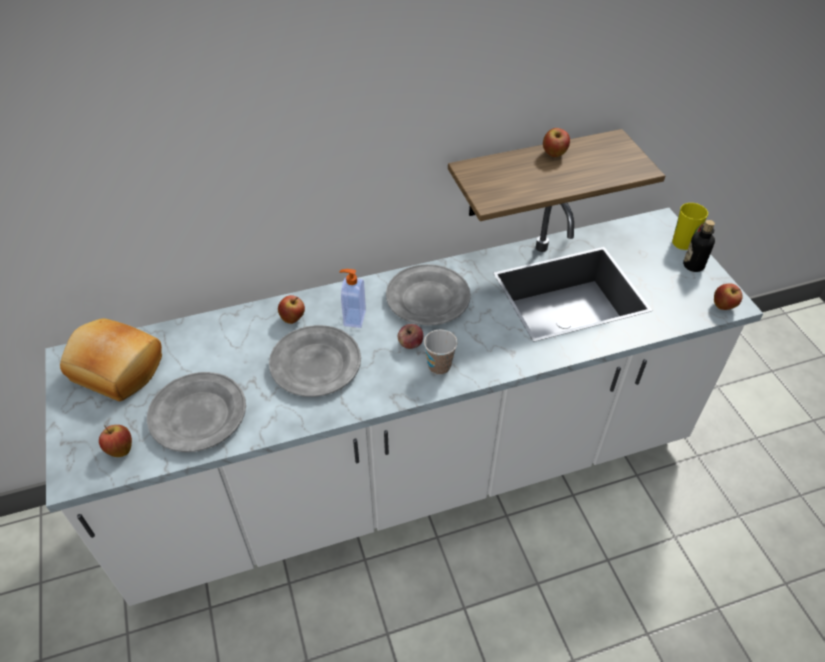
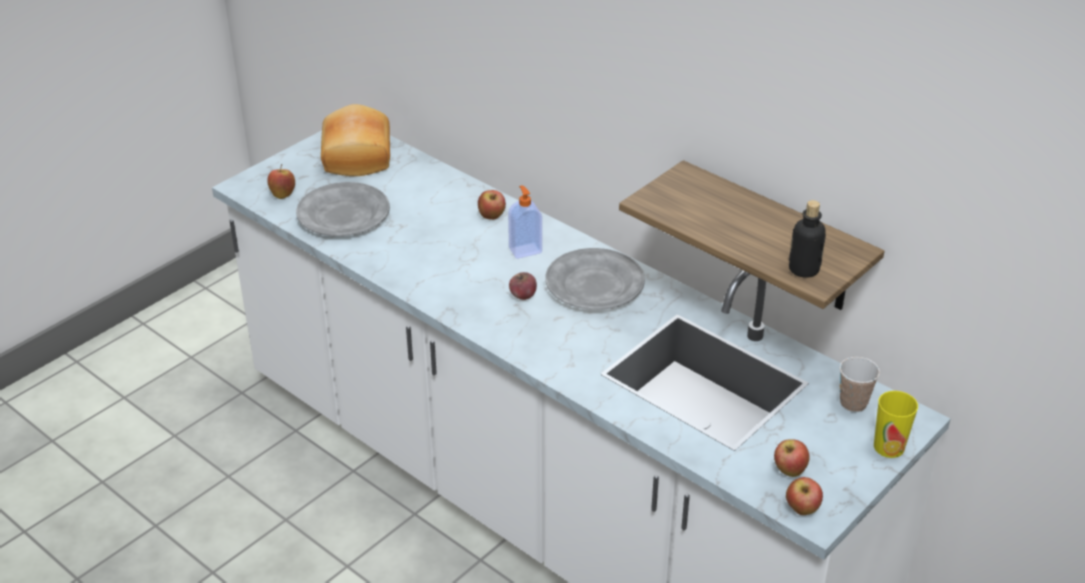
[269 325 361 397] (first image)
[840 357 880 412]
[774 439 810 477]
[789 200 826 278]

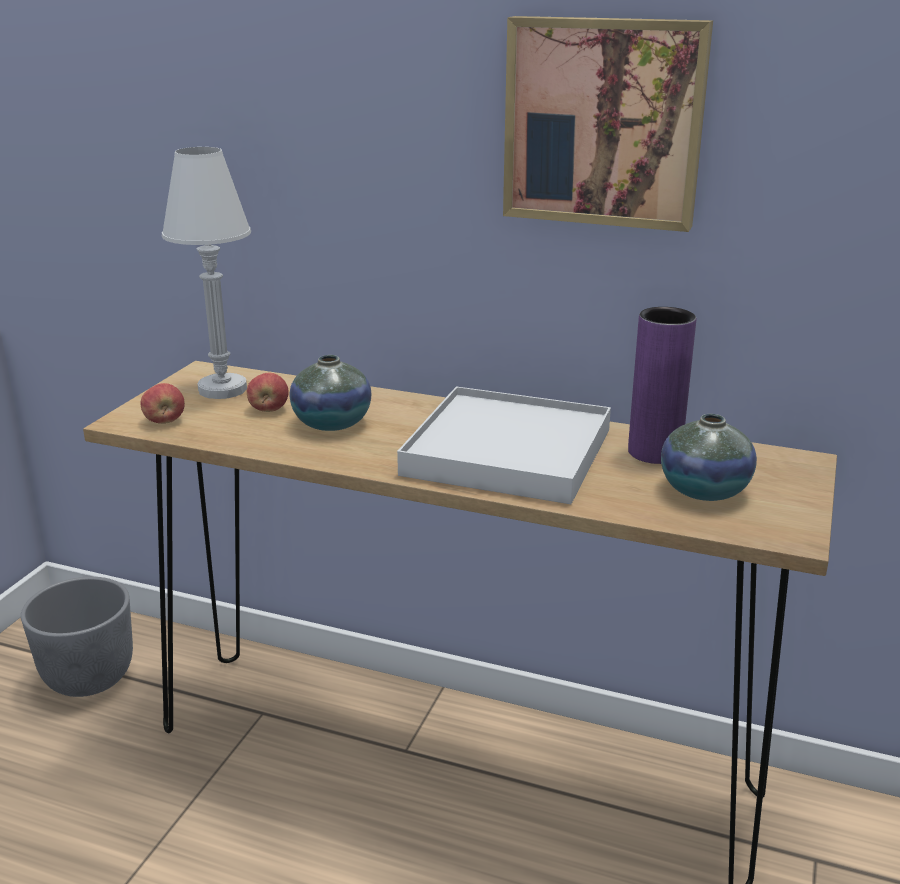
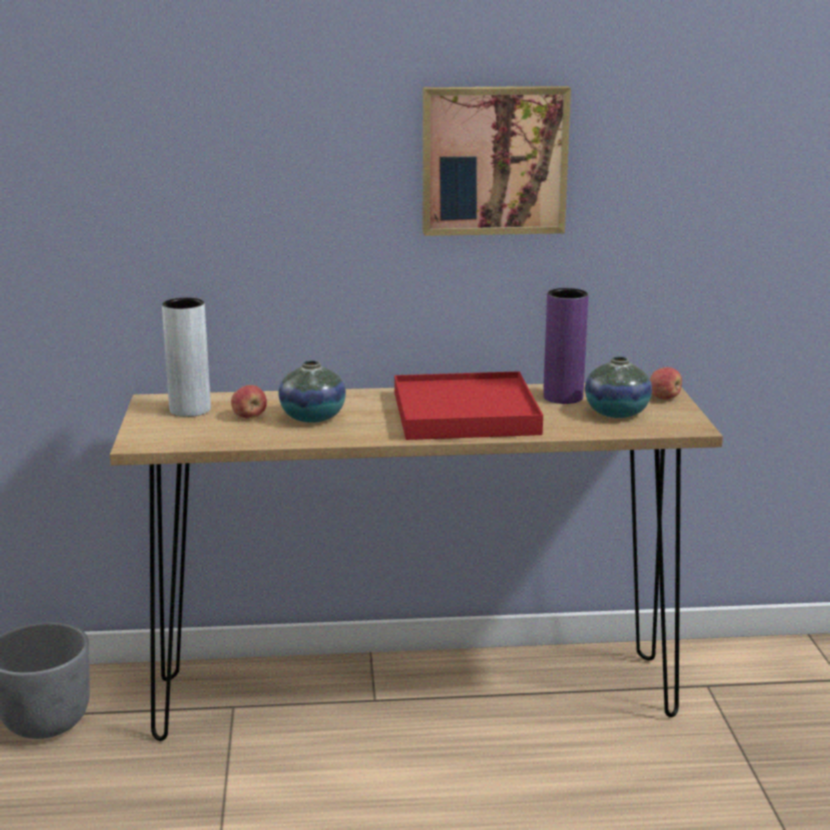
[650 367 682 400]
[162 298 211 417]
[394 371 543 440]

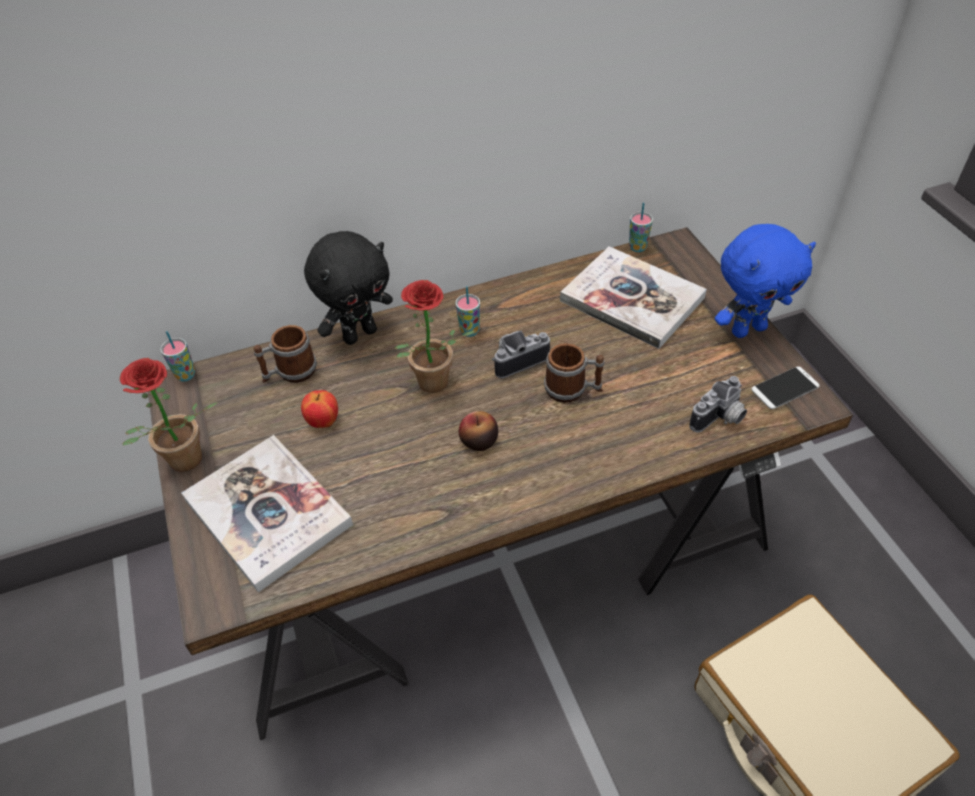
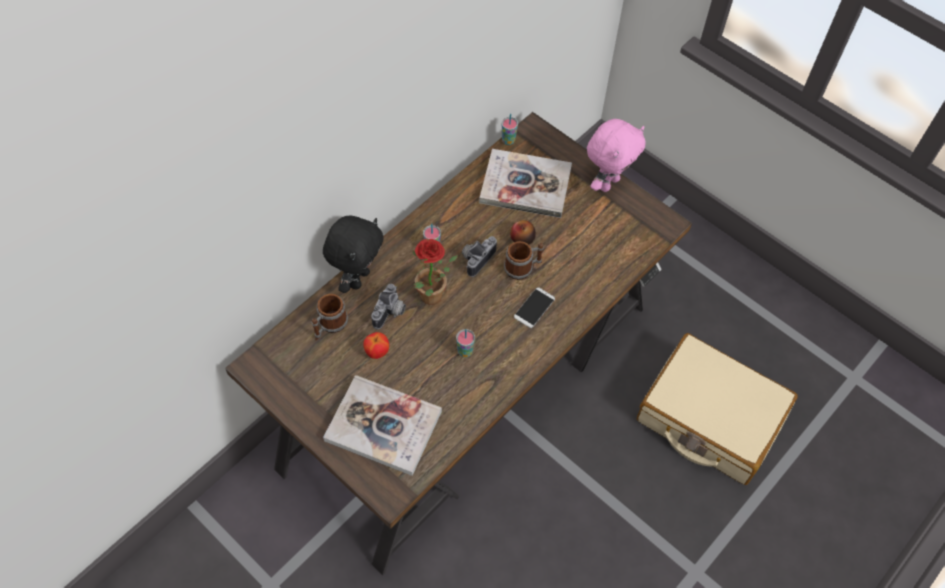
[120 358 218 472] (first image)
[456 329 475 358]
[510 220 536 244]
[371 284 406 329]
[587 119 646 192]
[514 287 555 328]

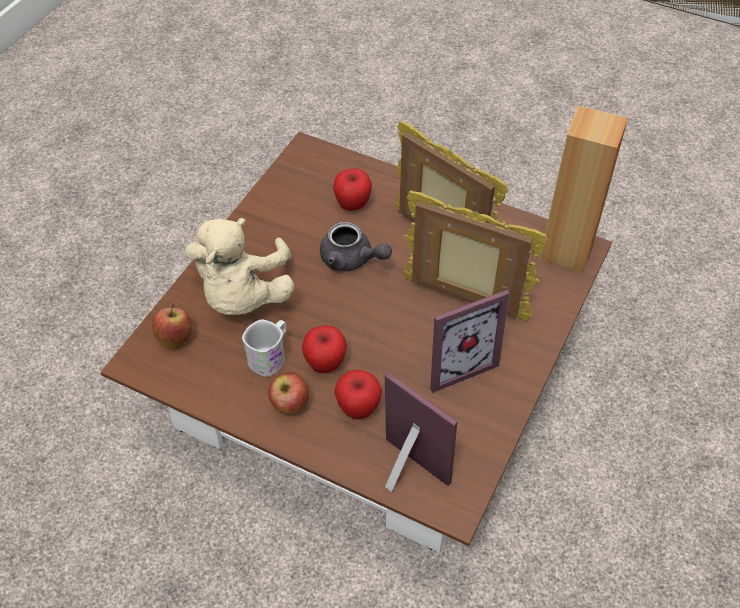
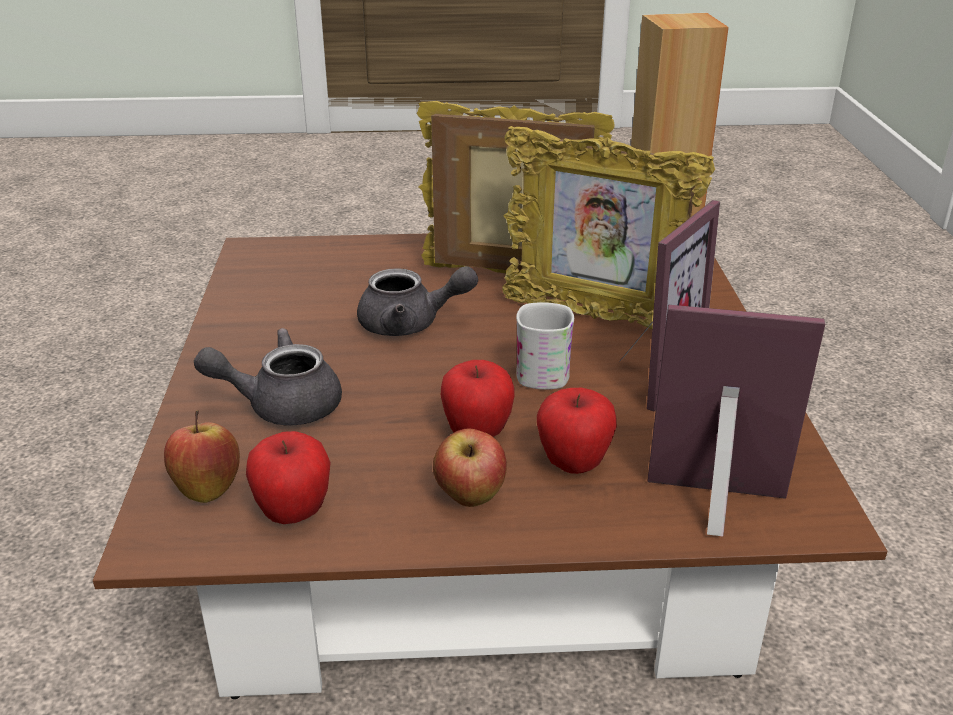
[194 328 342 425]
[516 302 574 390]
[246 431 331 524]
[502 126 715 330]

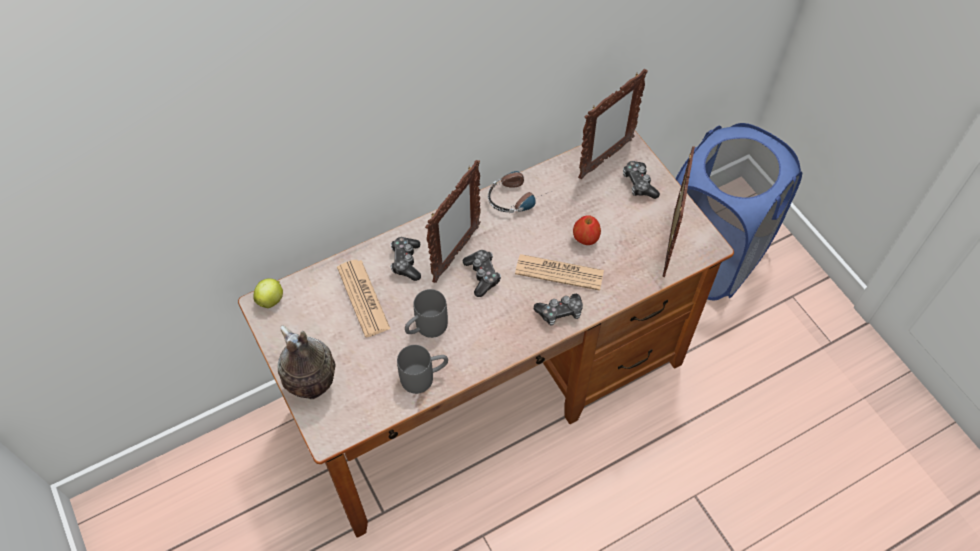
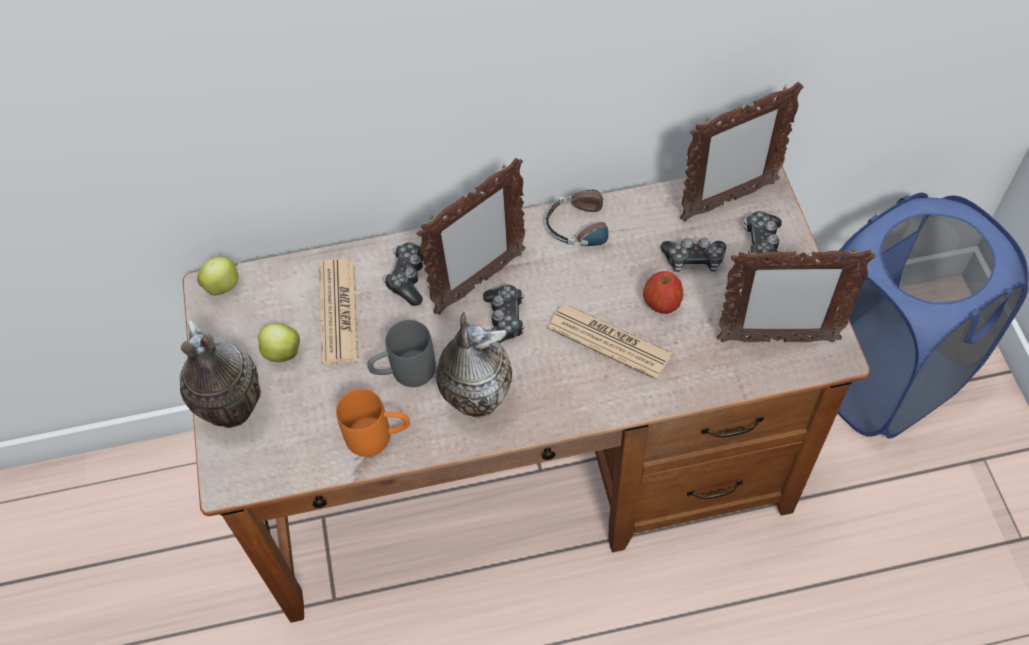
[336 389 410 457]
[661 238 726 272]
[717 248 875 342]
[257 323 300 362]
[436 312 512 418]

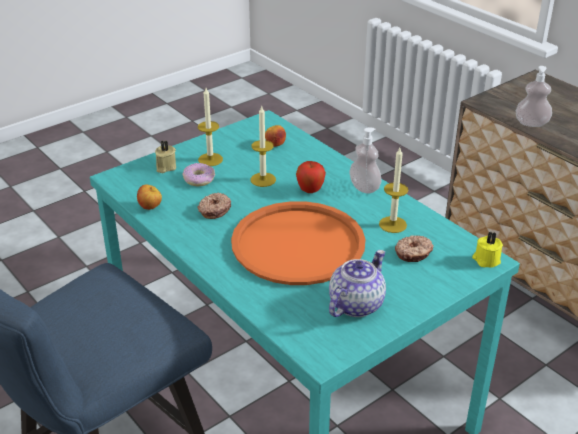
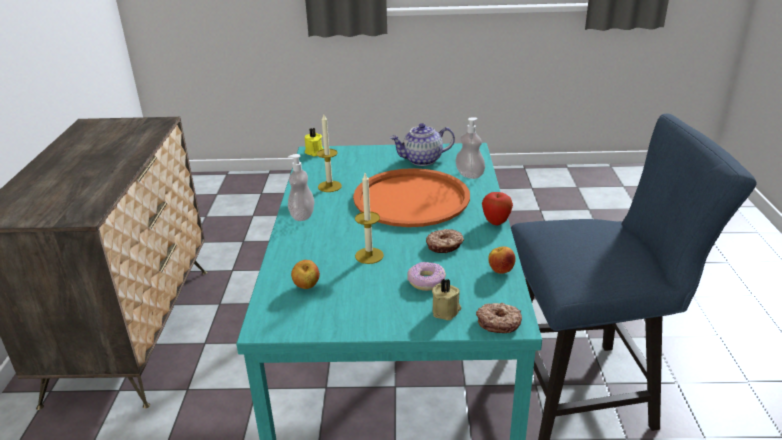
[198 88 223 166] (first image)
[482 192 513 225]
[476 303 522 333]
[455 118 485 179]

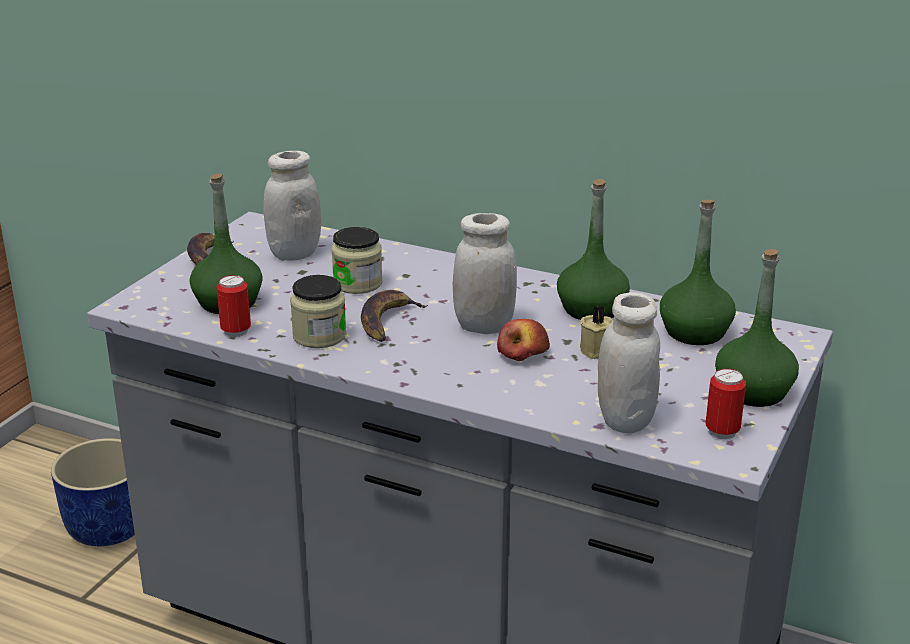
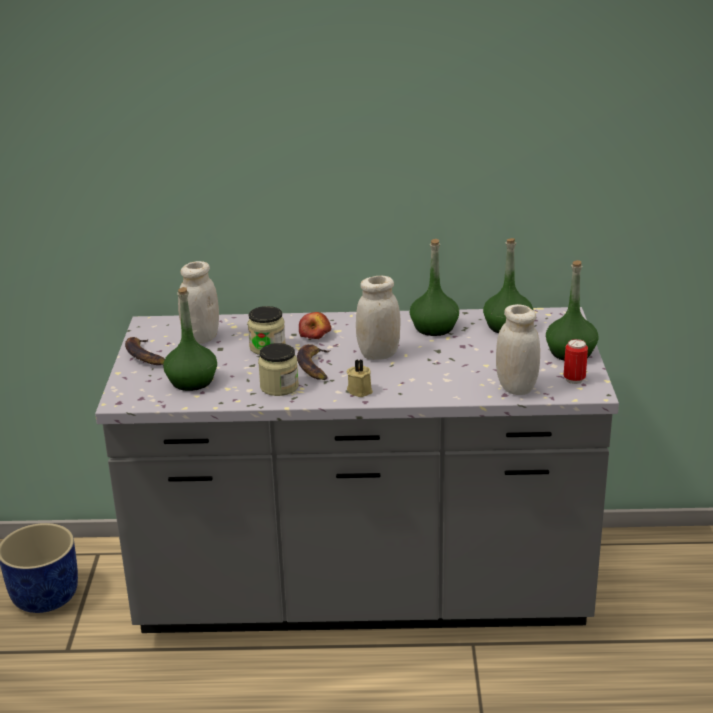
[217 275 251 337] (first image)
[299 312 331 339]
[346 359 373 397]

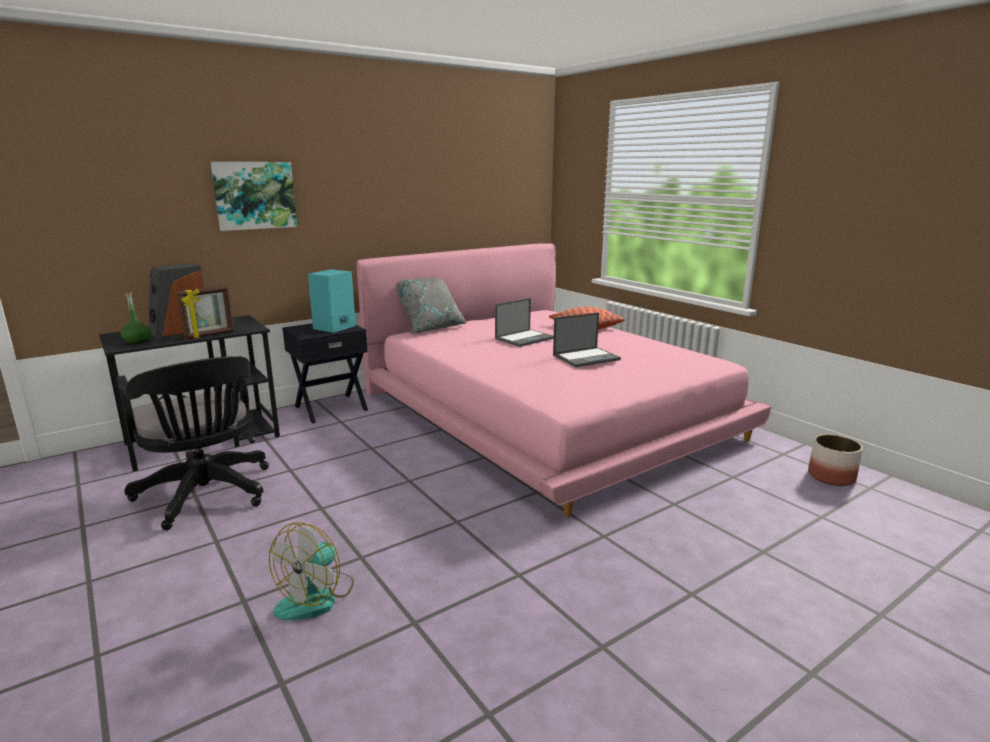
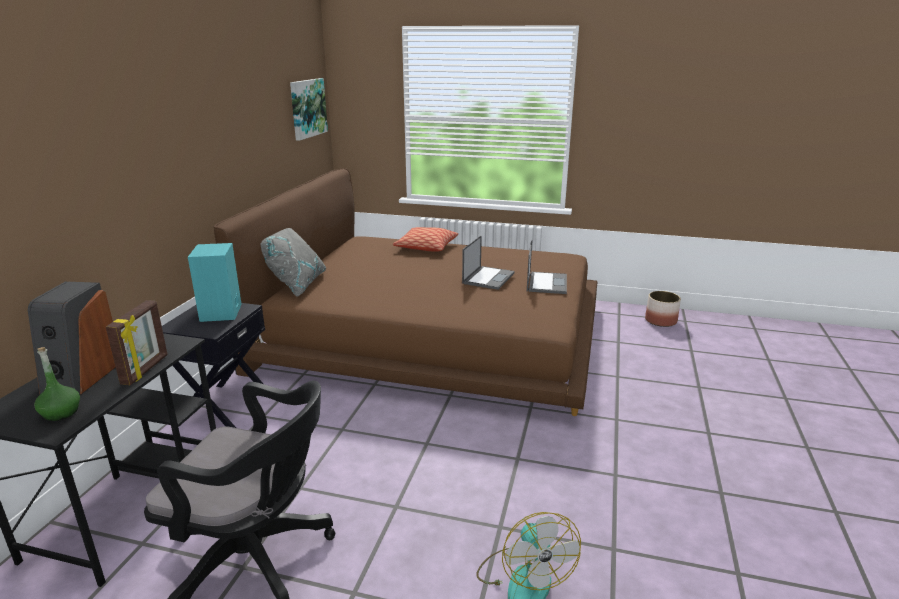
[290 78 328 141]
[213 168 597 416]
[527 240 567 294]

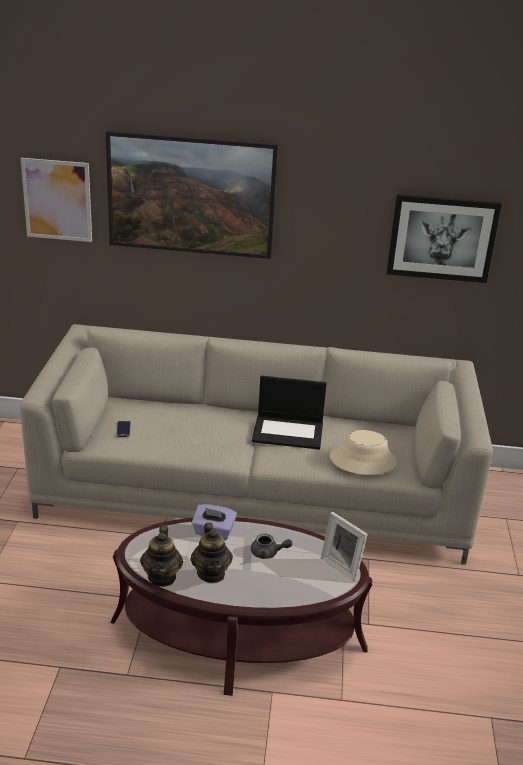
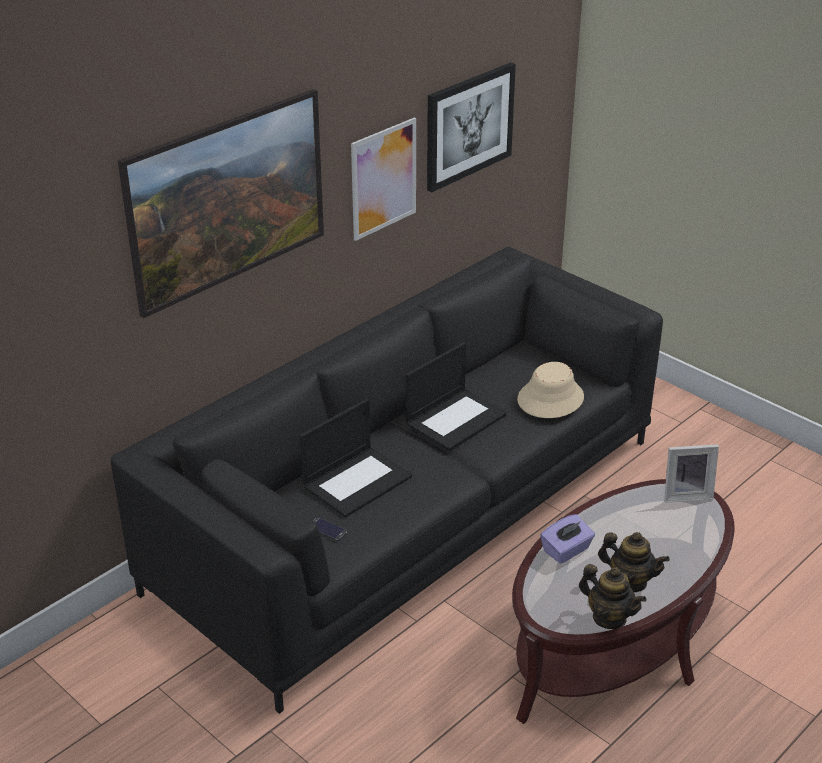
[110 247 663 714]
[351 118 416 241]
[251 534 292 559] (first image)
[300 399 412 518]

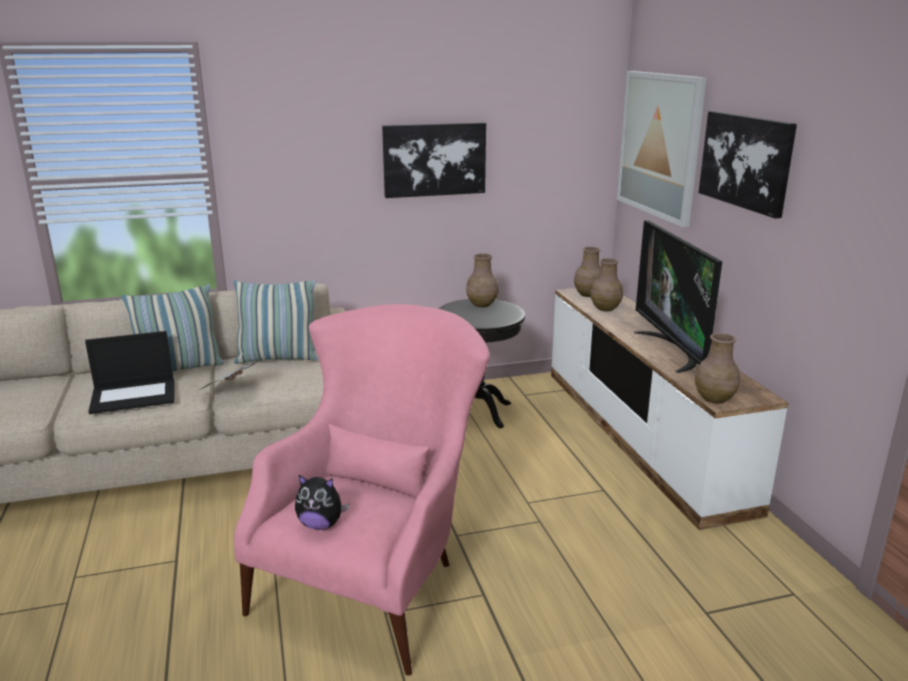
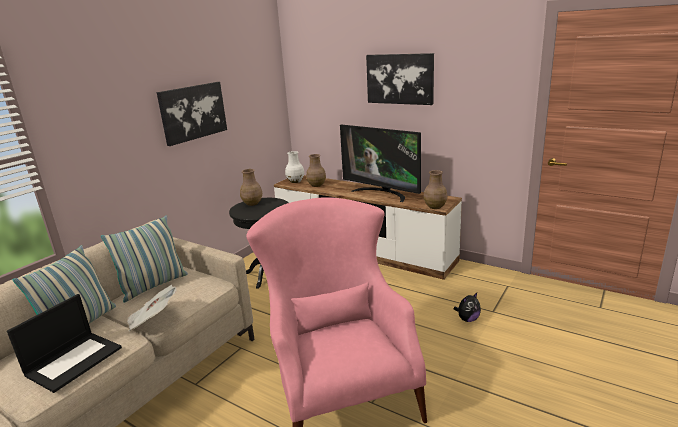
[454 293 481 322]
[285 151 305 183]
[617 71 706 227] (first image)

